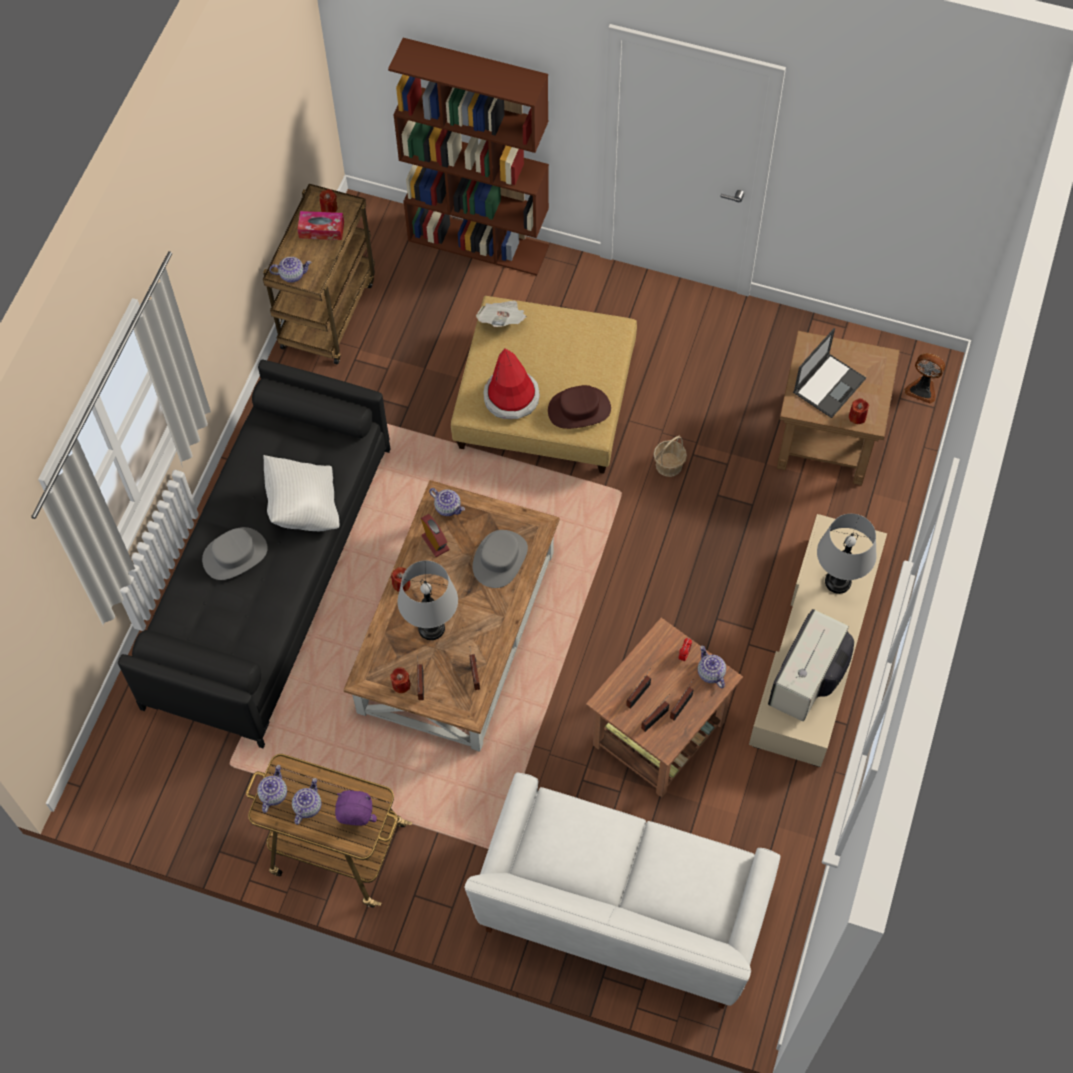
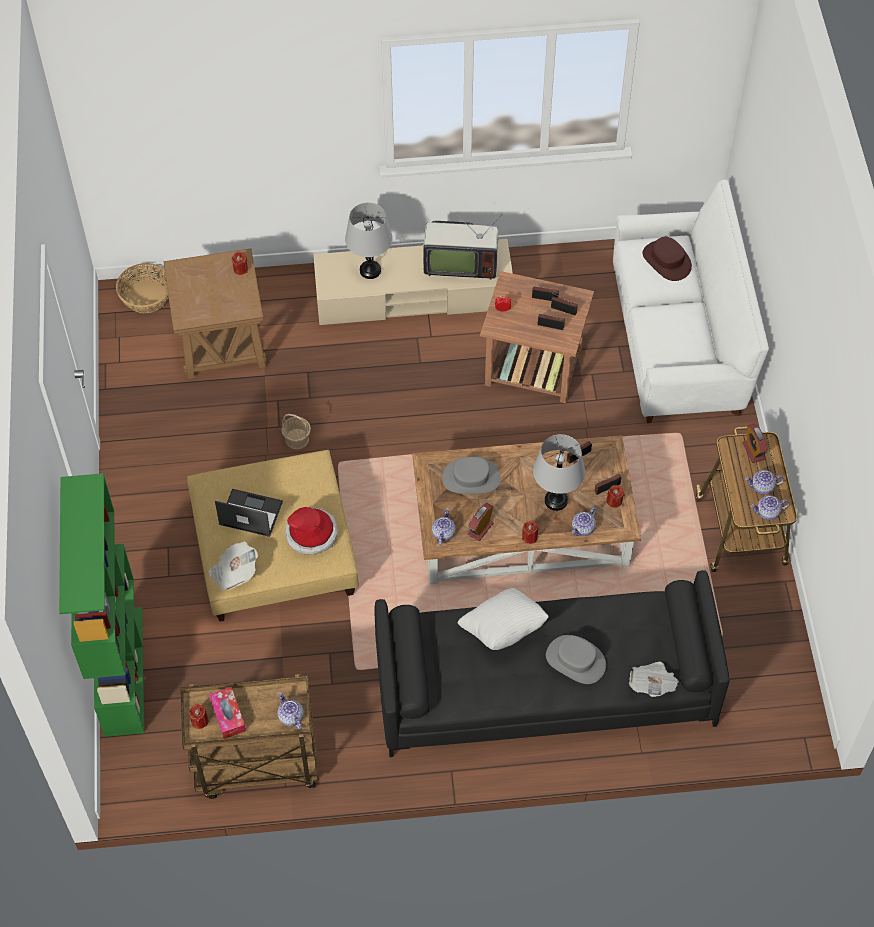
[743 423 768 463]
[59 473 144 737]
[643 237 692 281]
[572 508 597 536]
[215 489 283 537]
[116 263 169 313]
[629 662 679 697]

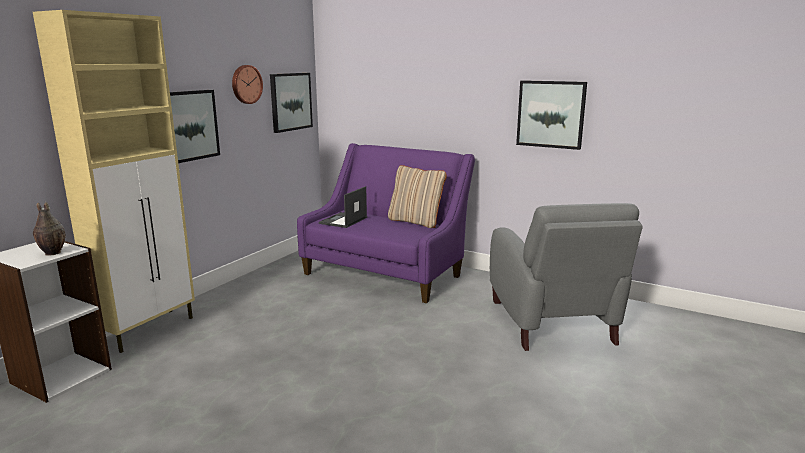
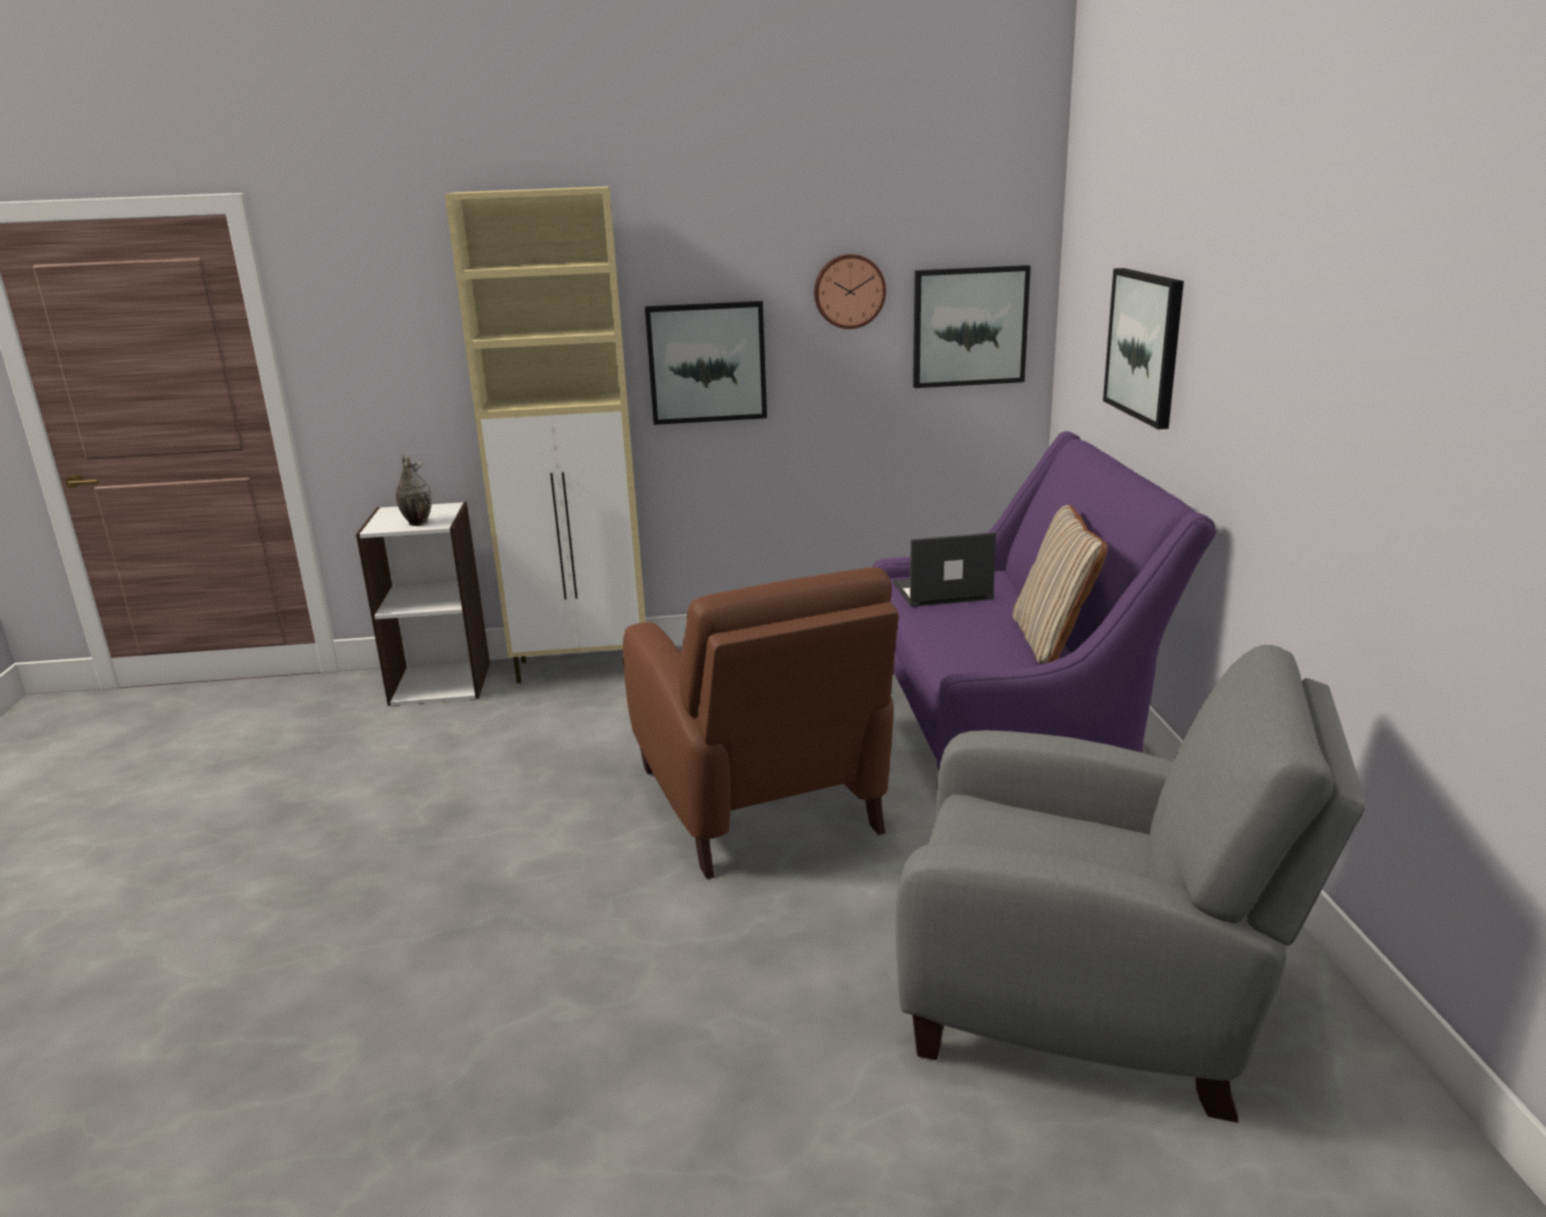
[896 645 1366 1123]
[1103 268 1184 429]
[623 567 899 879]

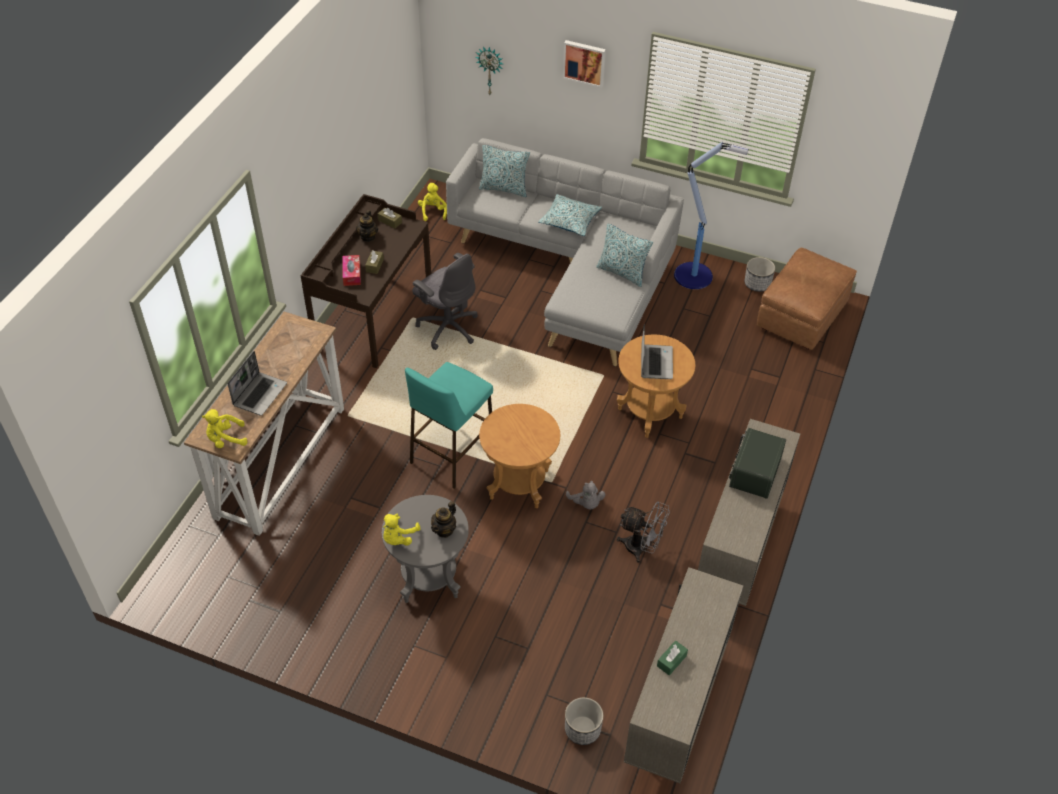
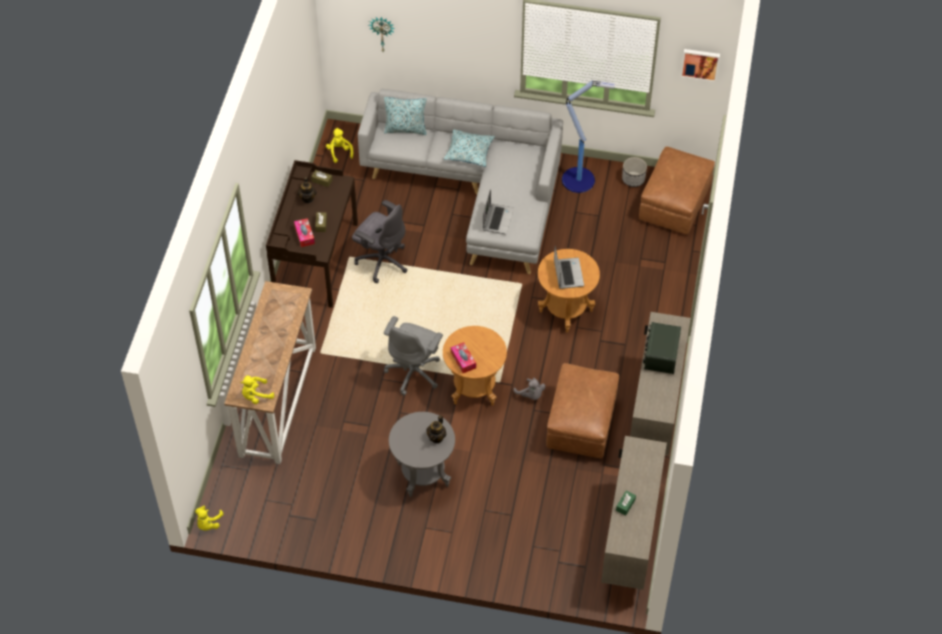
[483 189 514 234]
[195 506 224 530]
[384 316 443 396]
[680 49 720 82]
[565 697 603 745] (first image)
[596 224 653 287] (first image)
[546 363 619 458]
[451 342 476 373]

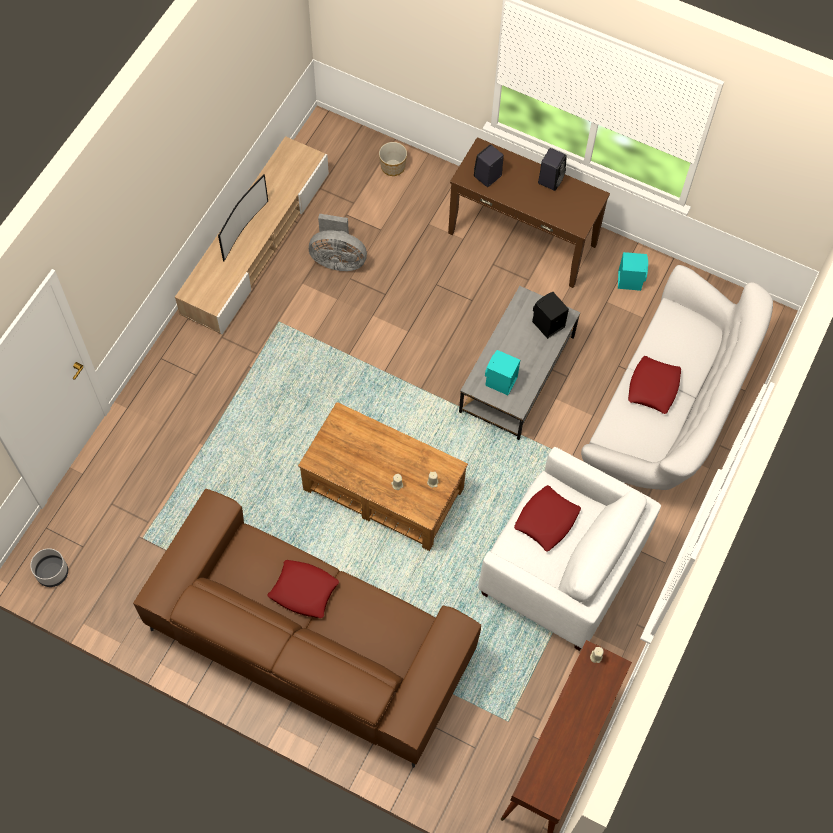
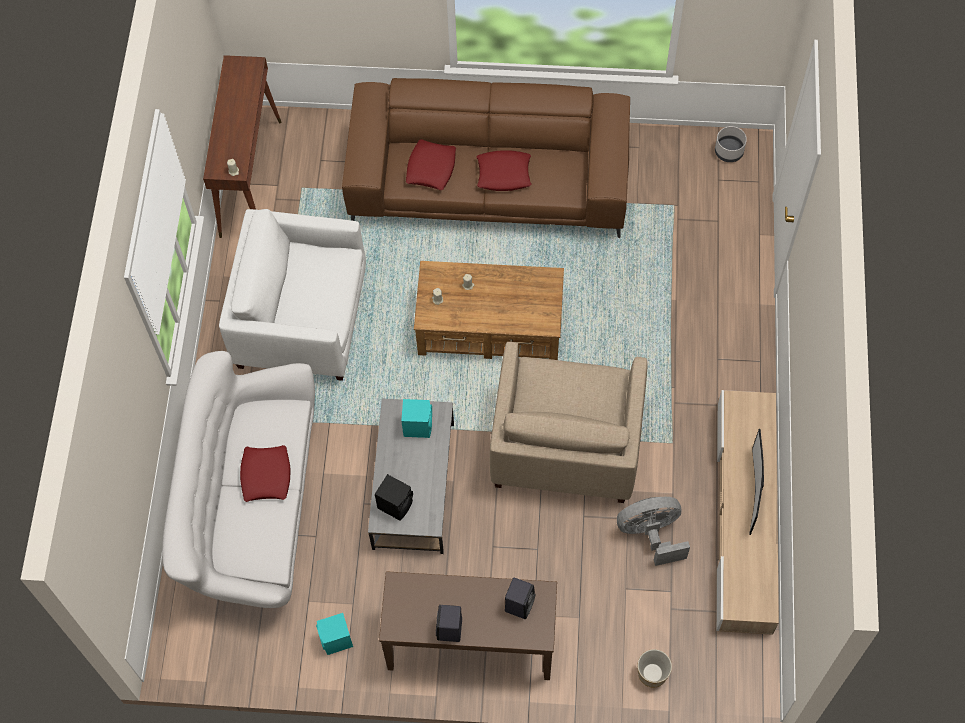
[406 139 456 190]
[490 342 648 503]

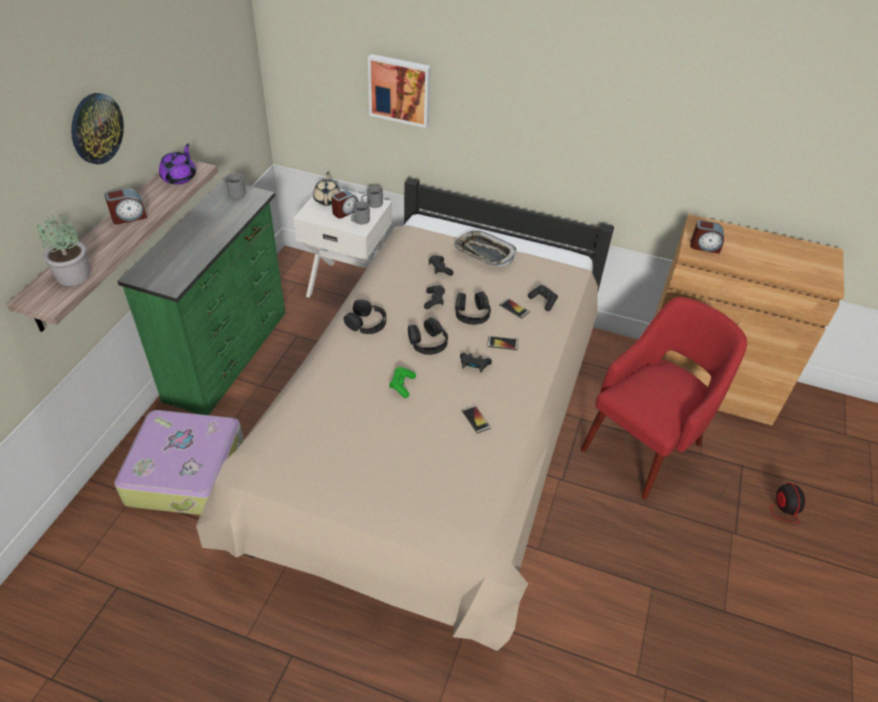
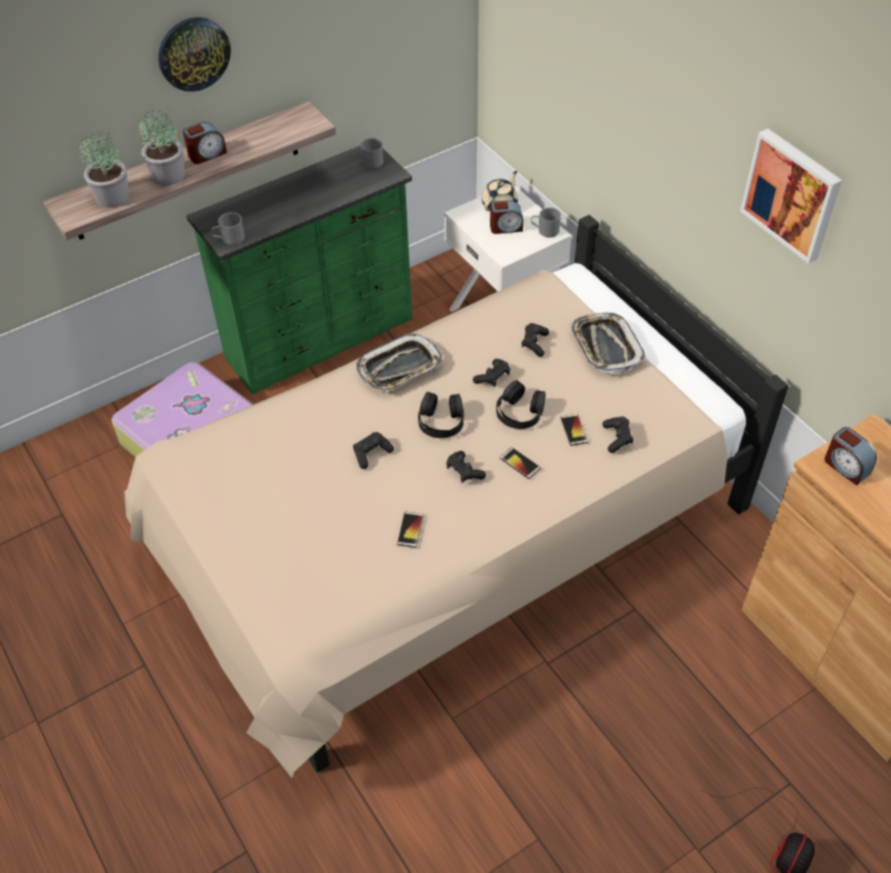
[183 122 227 164]
[159 144 196 185] (first image)
[355 333 443 392]
[211 212 245 245]
[740 129 842 264]
[353 432 394 469]
[581 297 747 500] (first image)
[139 107 185 186]

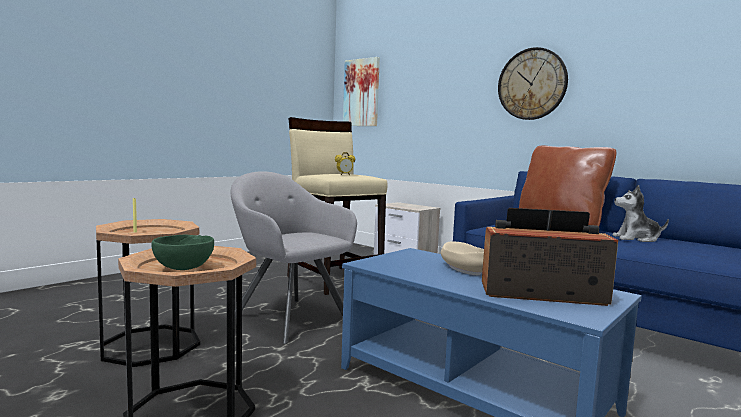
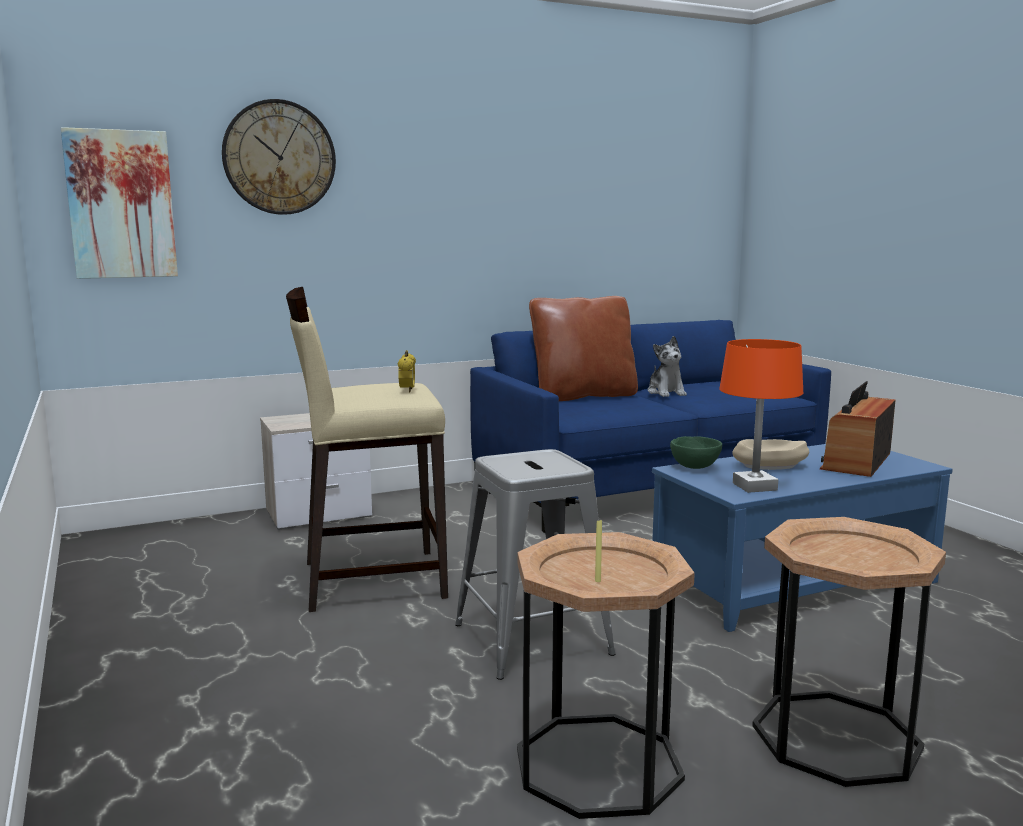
[670 436 722 469]
[455 449 616 680]
[222 99 336 215]
[648 336 687 397]
[719 339 803 493]

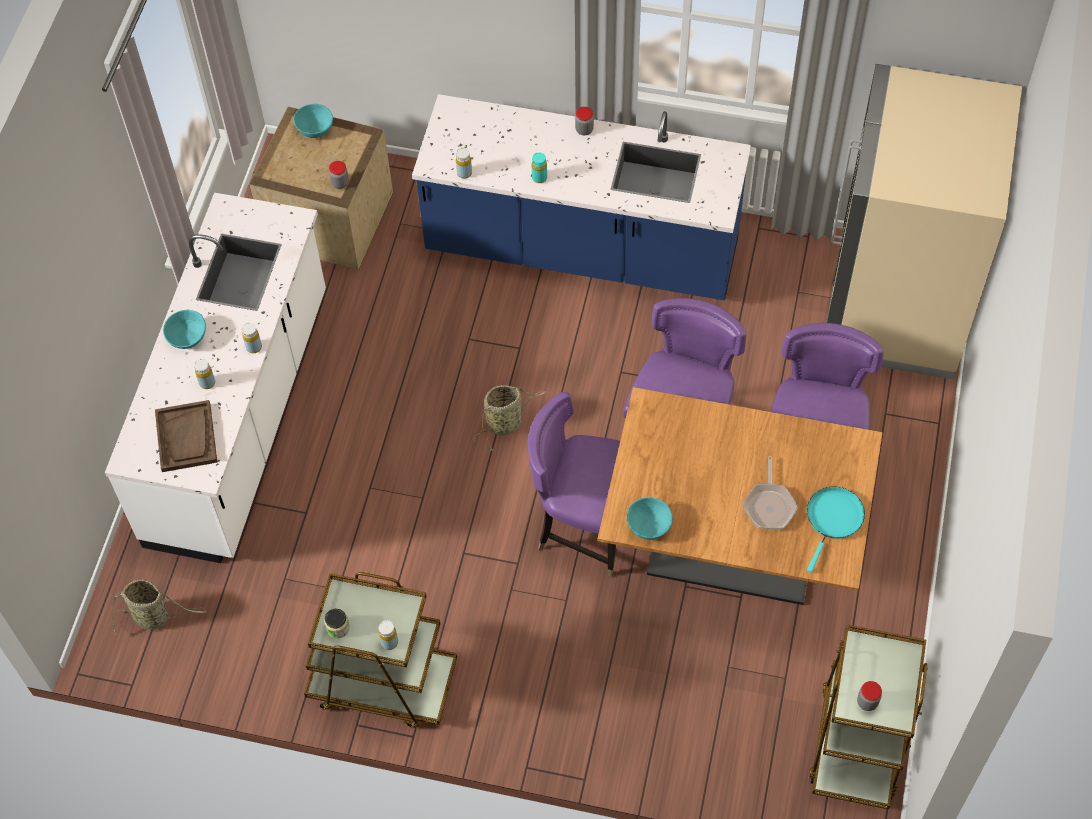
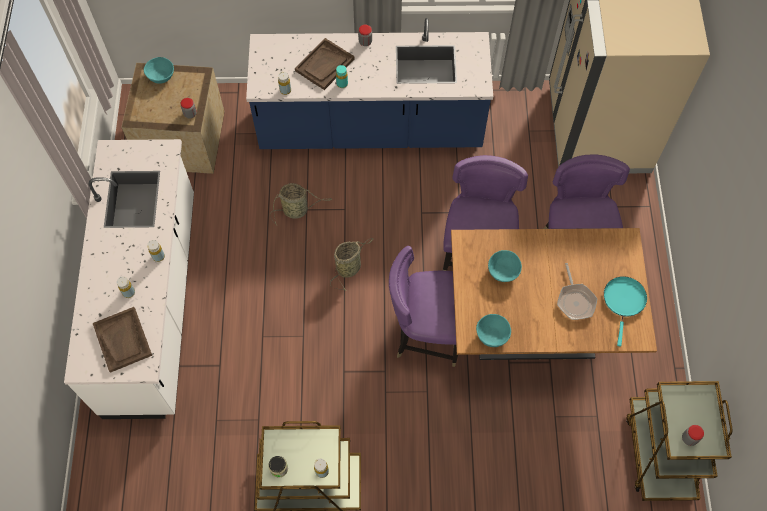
[270 183 332 225]
[488 250 522 282]
[295 38 355 90]

